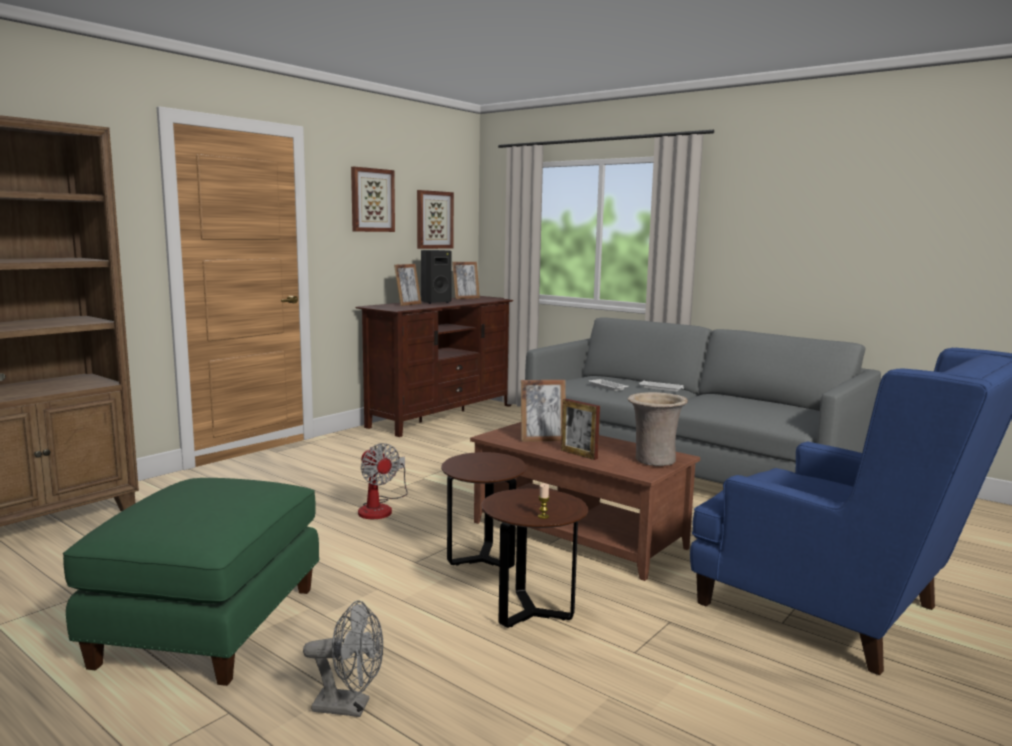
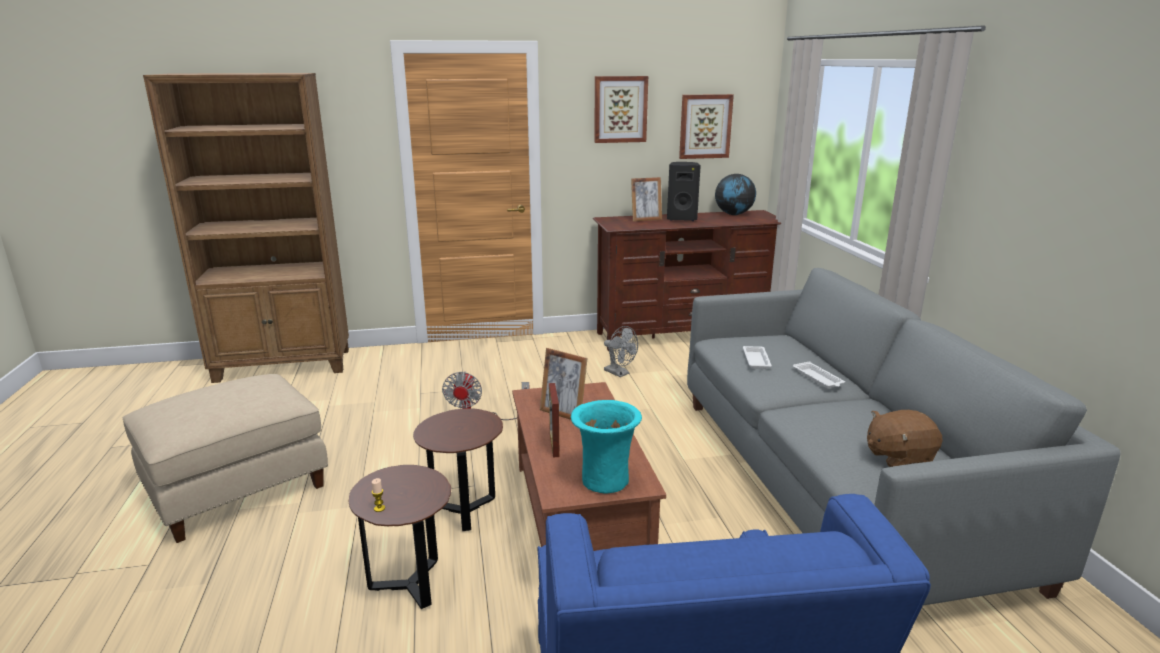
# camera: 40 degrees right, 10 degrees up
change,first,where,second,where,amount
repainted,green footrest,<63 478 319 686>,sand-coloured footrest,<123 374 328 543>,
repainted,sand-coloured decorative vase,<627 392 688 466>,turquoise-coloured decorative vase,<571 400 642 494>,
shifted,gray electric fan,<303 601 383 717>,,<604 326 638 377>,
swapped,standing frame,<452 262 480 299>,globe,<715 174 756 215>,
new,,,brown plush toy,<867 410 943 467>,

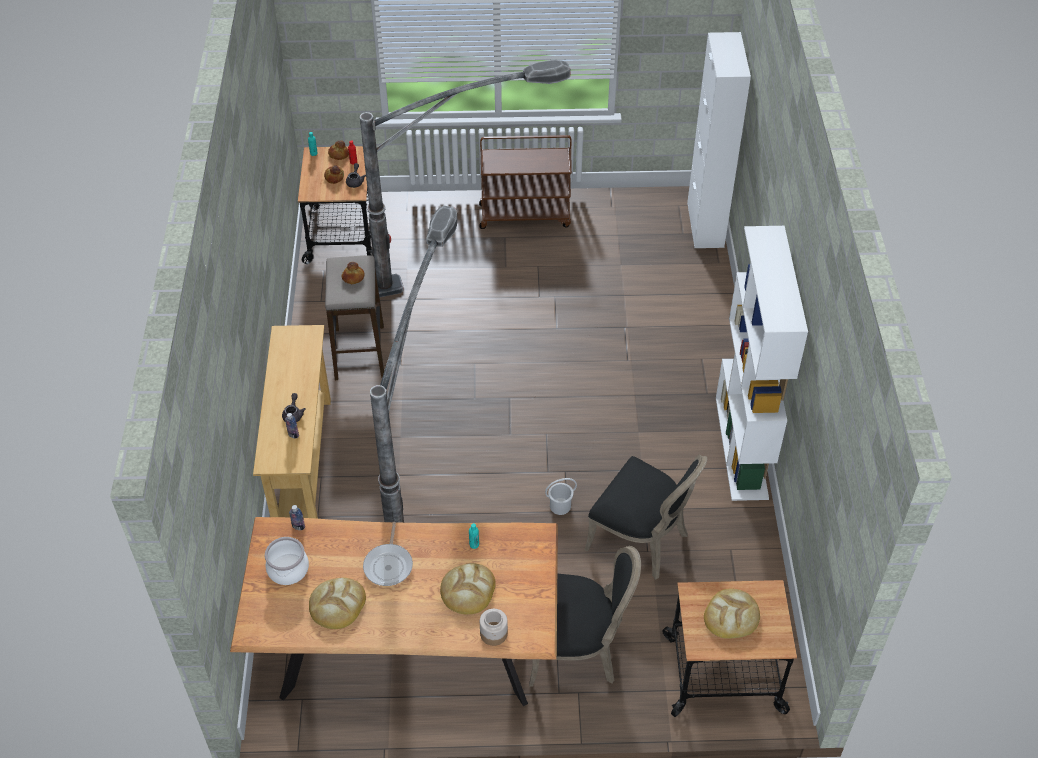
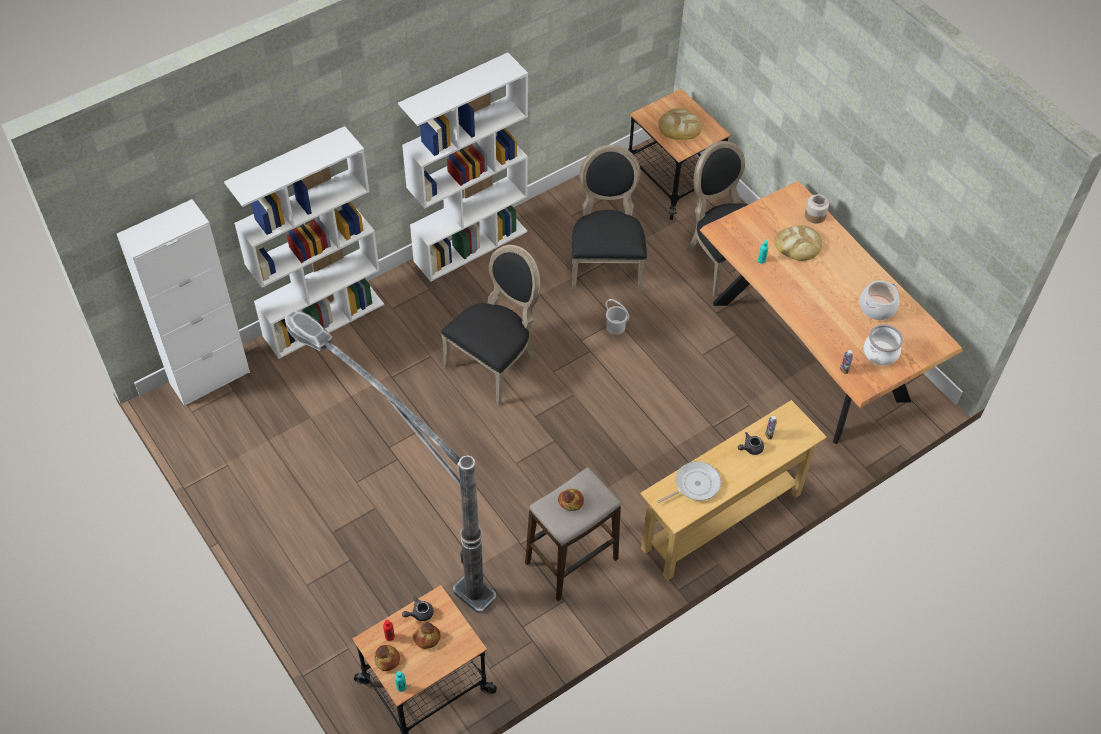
# camera: 125 degrees left, 5 degrees up
change,first,where,second,where,amount
new,,,whitish bookcase,<224 126 384 359>,
new,,,blackish upright chair,<441 245 541 406>,
shifted,pan,<363 522 413 586>,,<657 461 721 503>,
swapped,bakery bread,<309 578 366 629>,stockpot,<860 280 899 320>,
gone,standing lamp,<370 206 457 523>,,,
gone,brown wheeled cart,<479 135 572 229>,,,

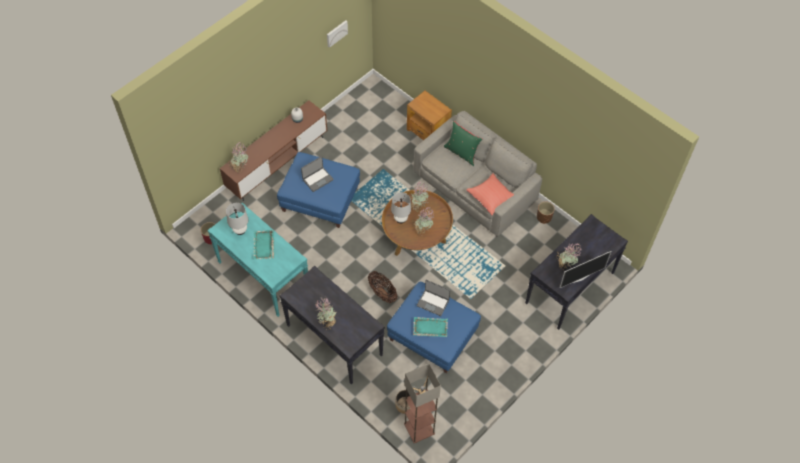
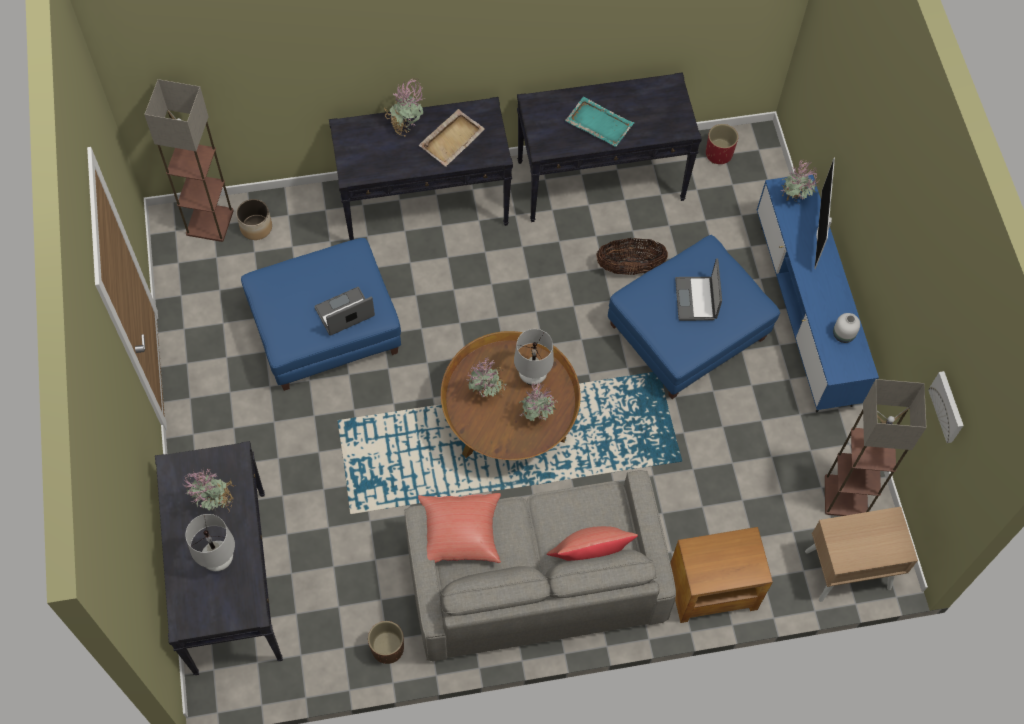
# camera: 125 degrees right, 5 degrees up
change,first,where,second,where,amount
shifted,whitish lamp for a table,<226 203 248 235>,,<185 514 235 571>,
new,,,sand-coloured carrying tray,<419 109 485 167>,
repainted,turquoise-coloured hall table,<207 202 308 317>,blackish hall table,<517 72 702 222>,
repainted,green cushion,<444 121 483 166>,reddish cushion,<547 526 638 561>,
shifted,storage basket,<368 271 398 303>,,<596 238 668 275>,
repainted,brown tv stand,<220 100 327 201>,blue-coloured tv stand,<757 175 879 412>,
new,,,sand-coloured nightstand,<805 507 918 602>,
shifted,television,<560 251 612 288>,,<815 157 835 269>,
new,,,standing lamp,<825 379 927 516>,
gone,turquoise-coloured carrying tray,<413 317 448 337>,,,

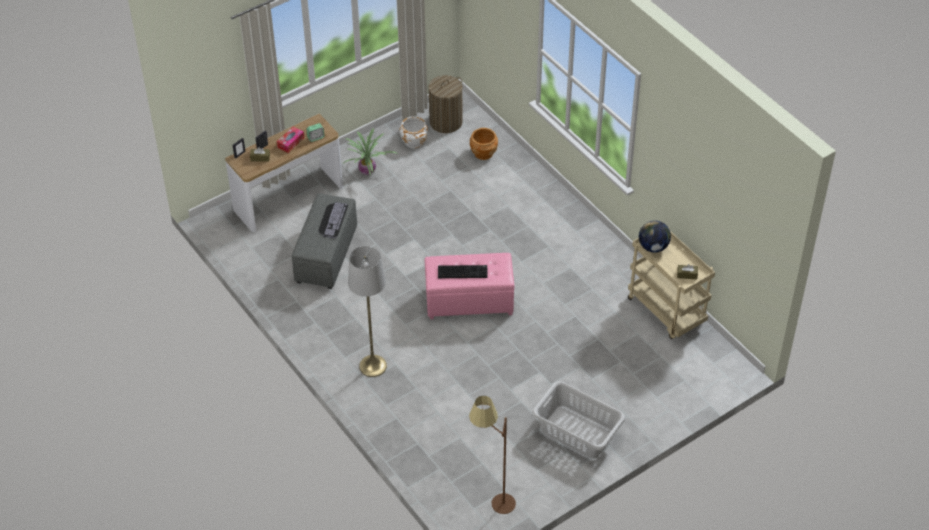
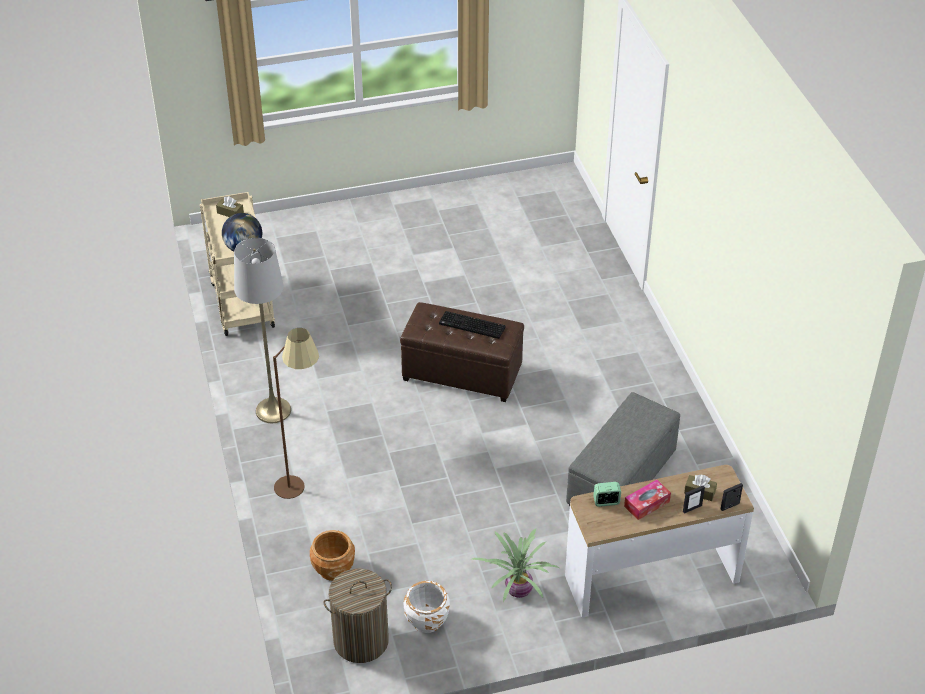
# camera: 160 degrees left, 5 degrees down
change,first,where,second,where,amount
shifted,gray standing lamp,<348 246 387 377>,,<234 238 291 423>,
shifted,brown standing lamp,<469 396 516 514>,,<273 328 319 499>,
repainted,pink-coloured footrest,<425 253 514 319>,brown footrest,<400 302 524 402>,
gone,PC keyboard,<318 202 348 238>,,,
gone,gray washing basket,<532 381 625 459>,,,

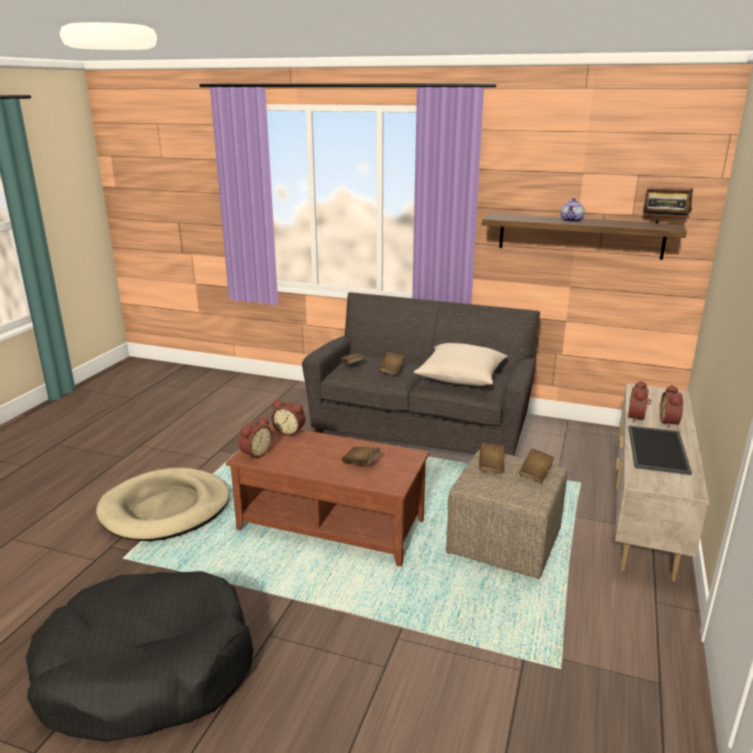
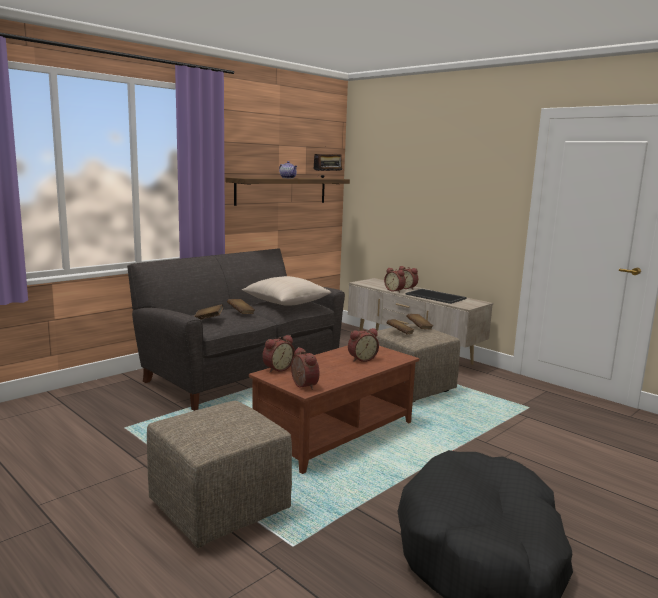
# camera: 65 degrees left, 10 degrees down
change,first,where,second,where,amount
swapped,sand-coloured pet bed,<96 468 230 541>,sand-coloured footrest,<147 401 292 548>,
swapped,brown volume,<342 447 381 465>,alarm clock,<348 328 379 362>,

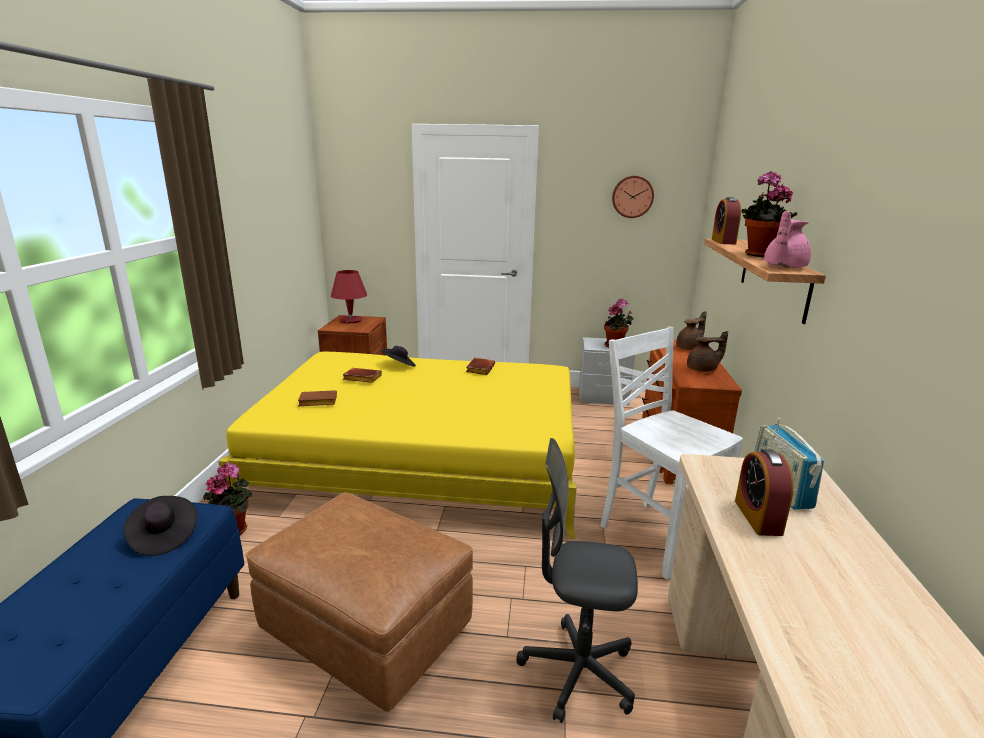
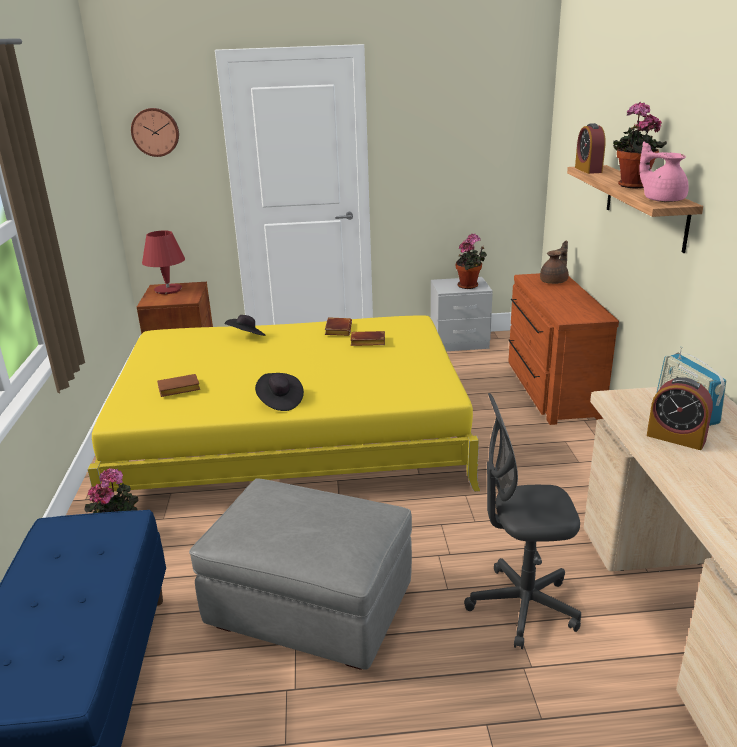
# camera: 10 degrees left, 5 degrees up
change,first,where,second,where,amount
shifted,wall clock,<612 176 654 218>,,<131 108 179 157>,
repainted,brown footrest,<246 492 473 712>,gray footrest,<189 478 412 670>,
shifted,blackish wearable hat,<123 496 197 556>,,<255 373 304 411>,
shifted,brown volume,<342 368 382 383>,,<350 331 385 346>,
rotated,pink-coloured tea pot,<764 211 811 268>,,<639 142 689 202>,105 degrees clockwise
rotated,alarm clock,<735 449 793 536>,,<647 377 713 450>,45 degrees counterclockwise
gone,whitish upright chair,<600 327 743 580>,,,
gone,brown tea pot,<687 331 728 372>,,,

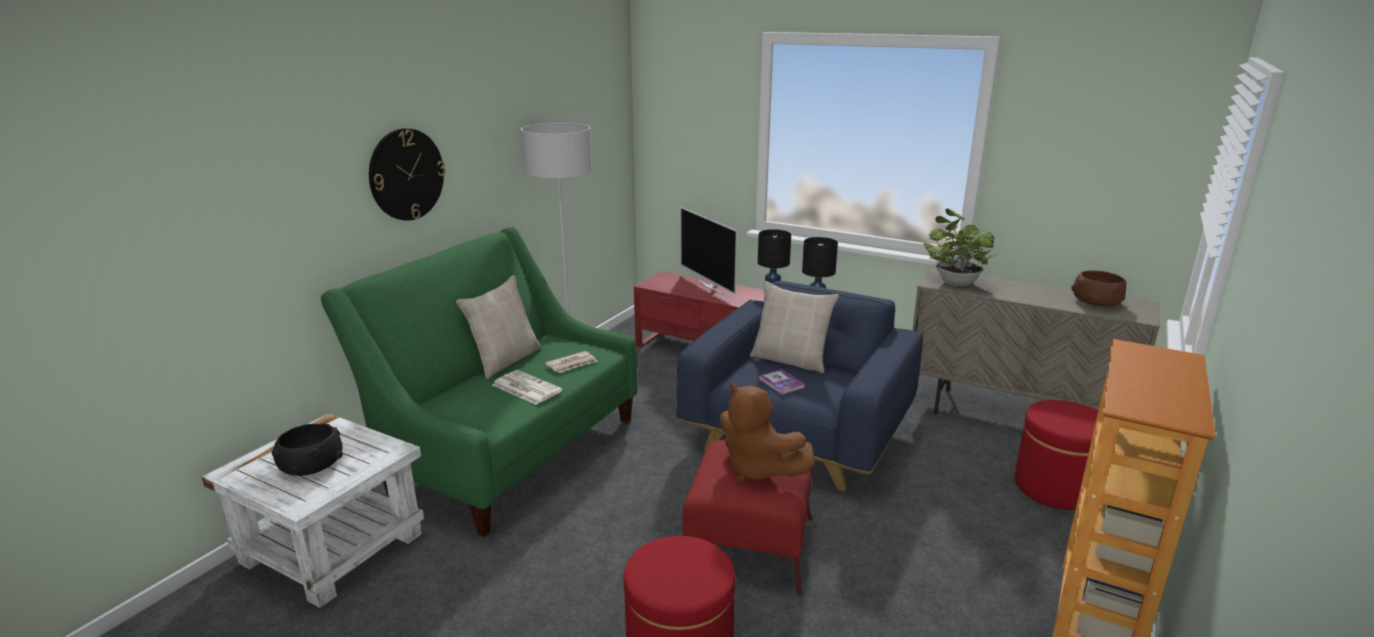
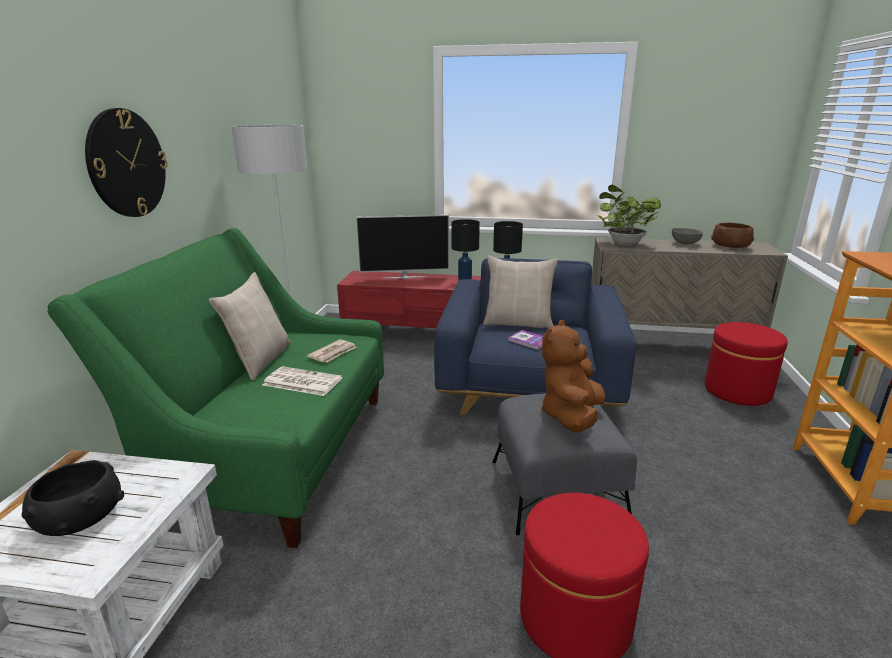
# camera: 20 degrees left, 0 degrees up
change,first,where,second,where,amount
rotated,television,<681 207 738 294>,,<356 215 449 279>,45 degrees counterclockwise
repainted,reddish footrest,<682 440 812 595>,gray footrest,<492 393 637 535>,
rotated,brown plush toy,<719 383 815 483>,,<541 320 606 432>,90 degrees clockwise
new,,,gray deep dish,<672 228 703 244>,

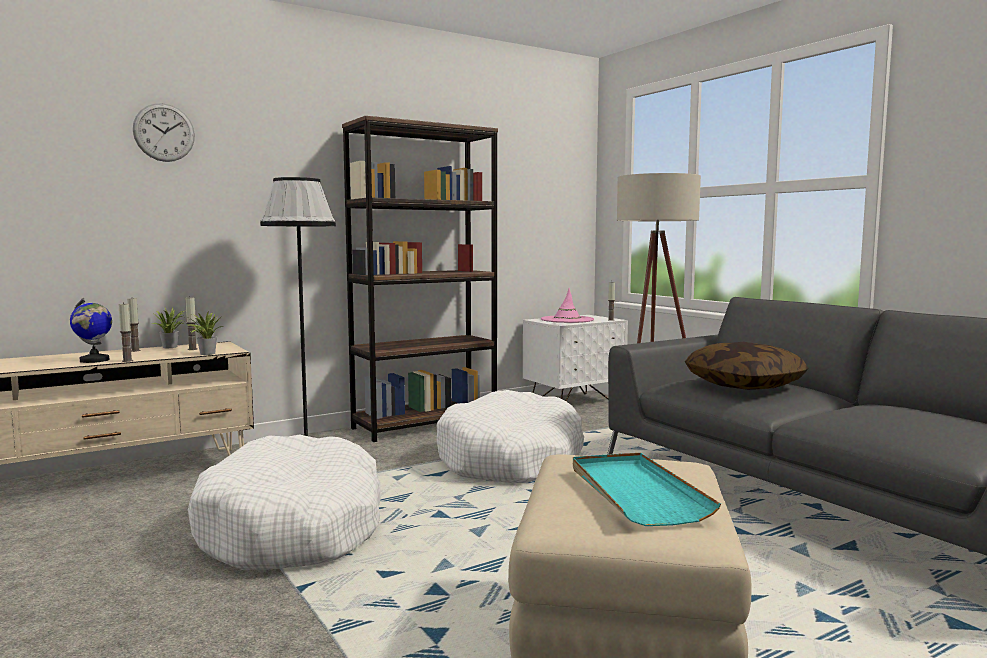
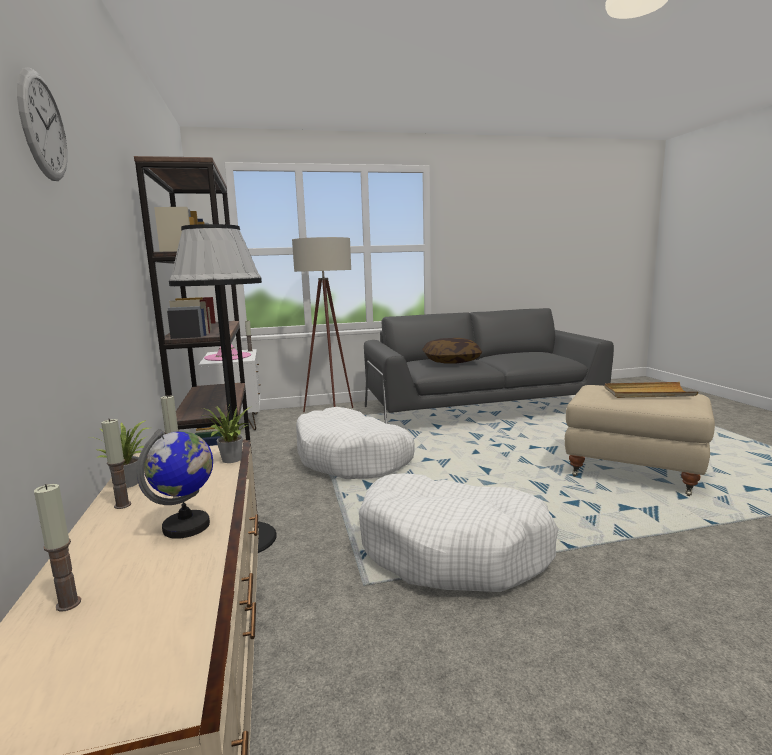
# camera: 70 degrees left, 5 degrees up
change,first,where,second,where,amount
shifted,wax candle,<118 302 133 362>,,<34 484 81 612>,
repainted,turquoise-coloured carrying tray,<573 453 721 526>,sand-coloured carrying tray,<605 382 698 398>,

